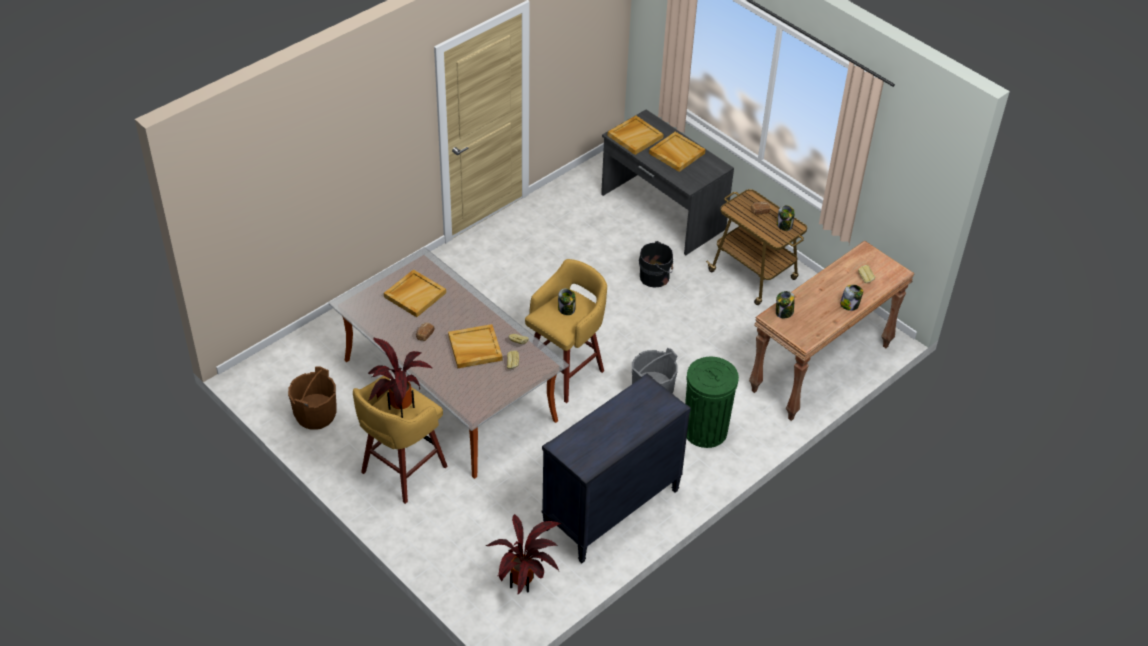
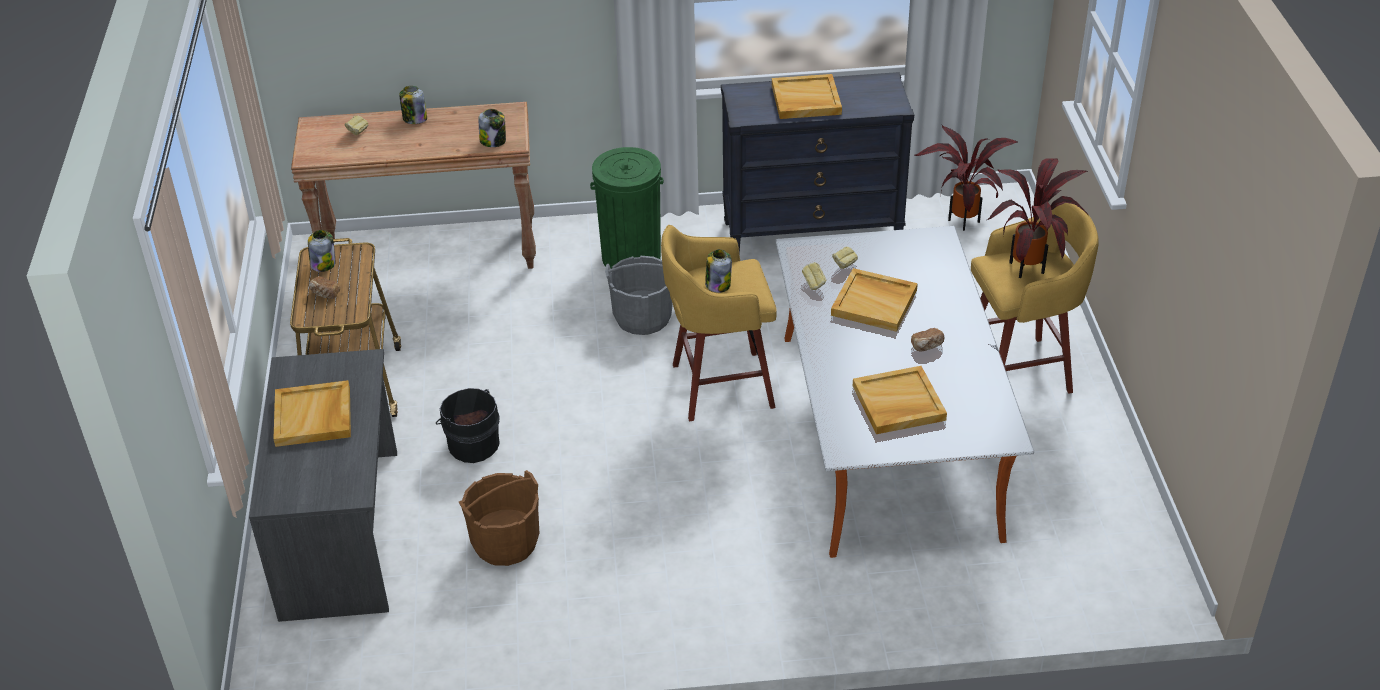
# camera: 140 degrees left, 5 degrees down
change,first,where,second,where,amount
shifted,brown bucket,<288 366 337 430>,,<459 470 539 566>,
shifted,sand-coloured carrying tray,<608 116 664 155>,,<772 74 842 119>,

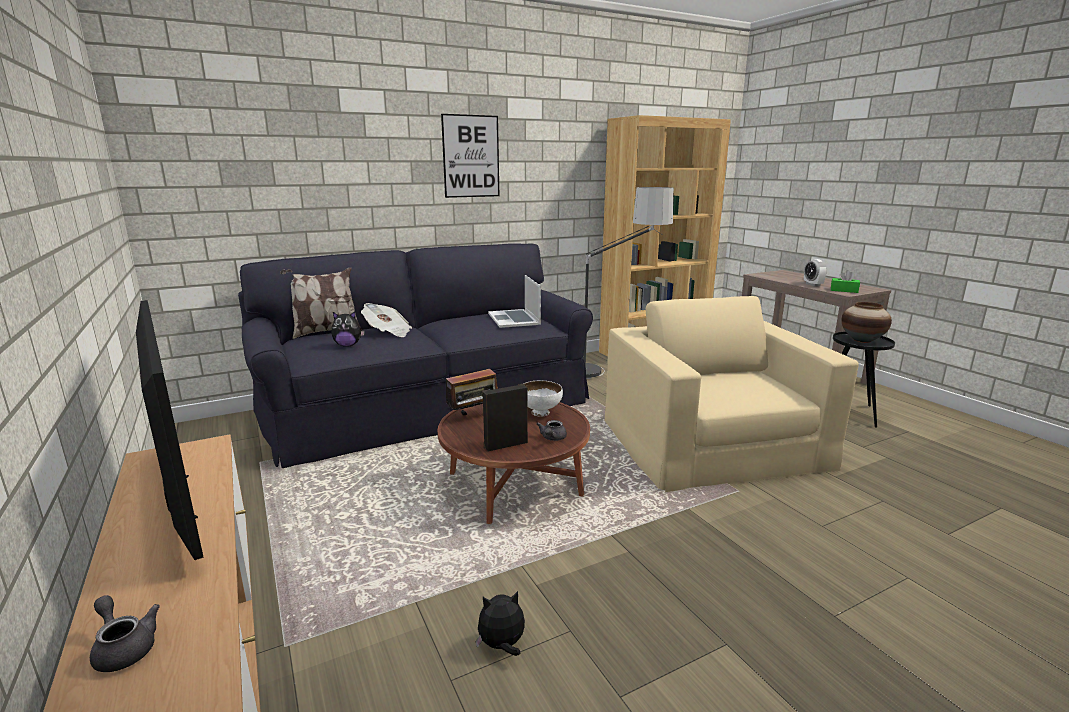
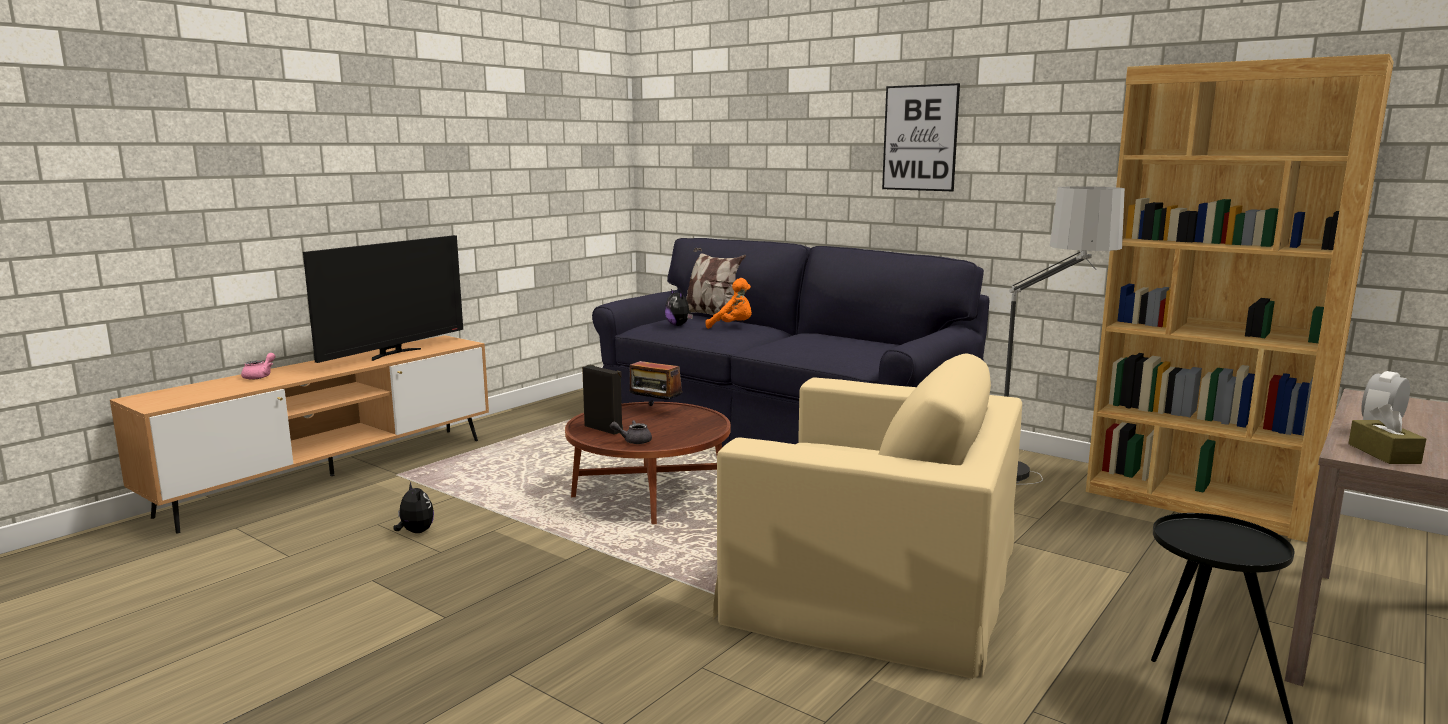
# camera: 65 degrees right, 5 degrees down
change,first,where,second,where,amount
repainted,gray tea pot,<90 595 160 672>,pink-coloured tea pot,<241 353 275 380>,
swapped,newspaper,<361 303 412 337>,orange-coloured plush toy,<706 278 752 329>,
rotated,sand-coloured armchair,<605 296 859 492>,,<713 353 1022 679>,60 degrees clockwise
repainted,green box of tissues,<831 270 860 293>,brown box of tissues,<1348 404 1426 464>,
gone,portable computer,<488 275 541 328>,,,
gone,whitish deep dish,<524 380 563 416>,,,
gone,decorative vase,<841 302 892 343>,,,

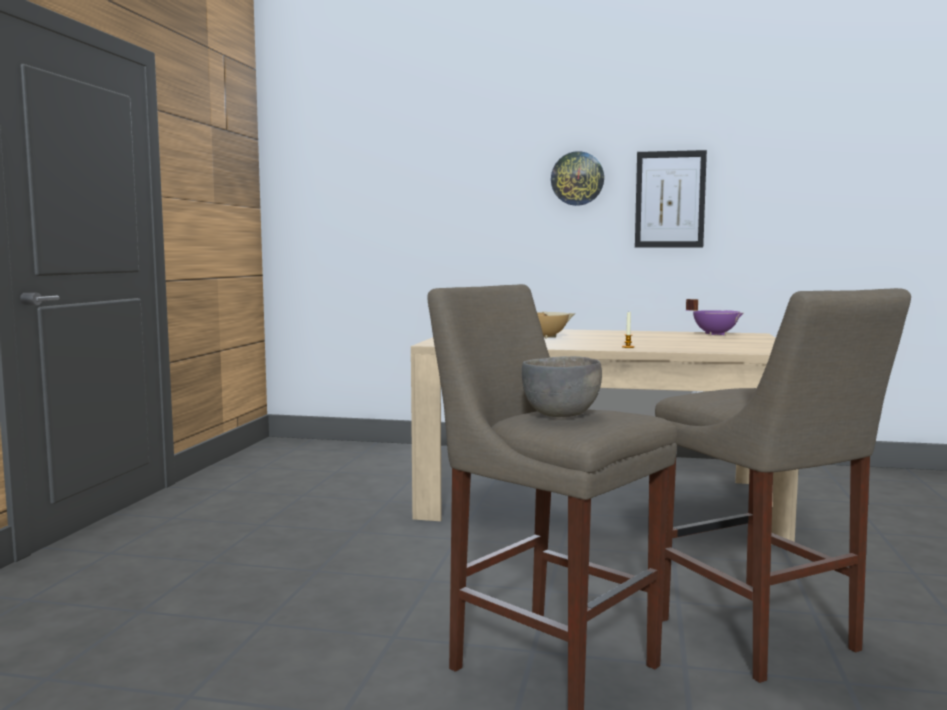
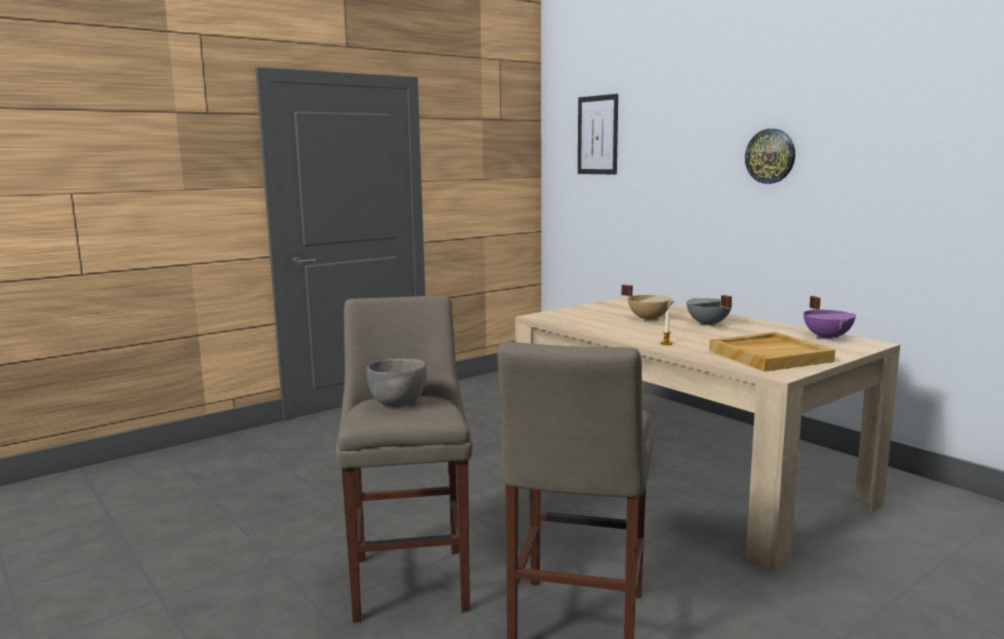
# camera: 40 degrees right, 5 degrees up
change,first,where,second,where,amount
shifted,picture,<635 150 707 248>,,<578 94 618 175>,
new,,,gray stockpot,<686 295 732 327>,
new,,,sand-coloured carrying tray,<709 332 835 372>,

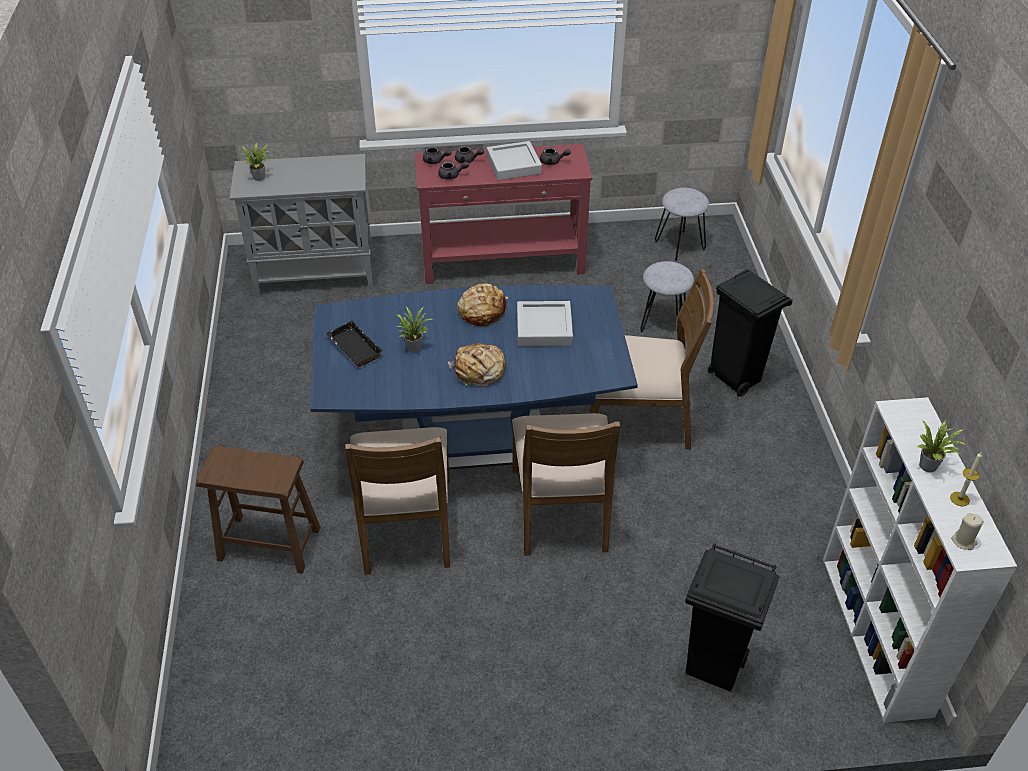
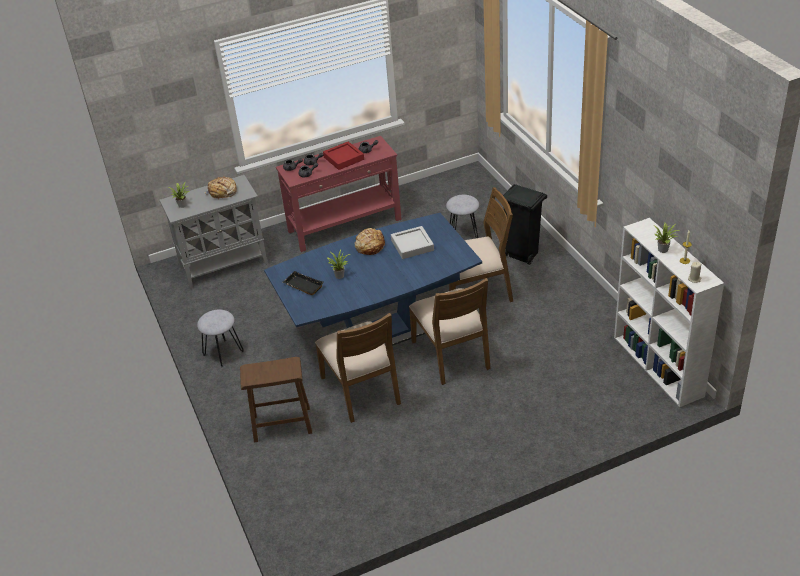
# camera: 15 degrees left, 5 degrees down
change,first,where,second,where,amount
shifted,gray stool seat,<655 188 709 261>,,<197 310 244 368>,
shifted,bakery bread,<448 343 505 386>,,<204 176 237 199>,
repainted,gray carrying tray,<487 141 542 180>,reddish carrying tray,<323 142 364 170>,
gone,blackish rubbish bin,<685 543 779 691>,,,

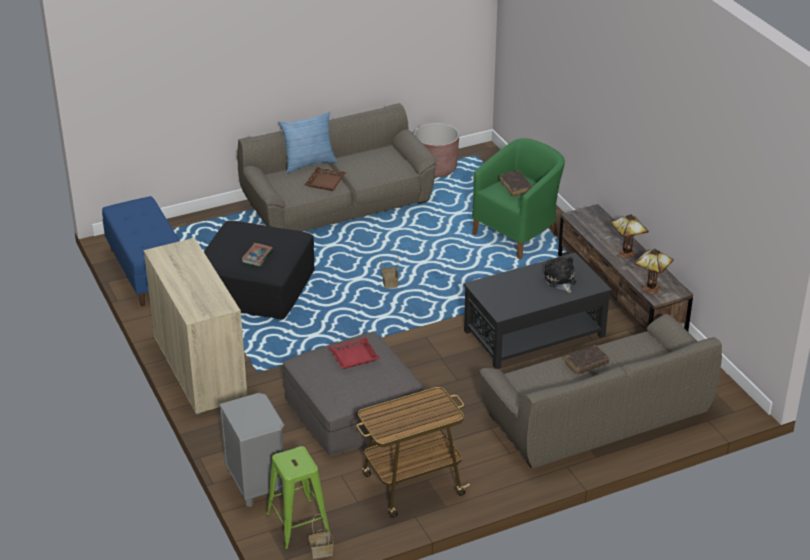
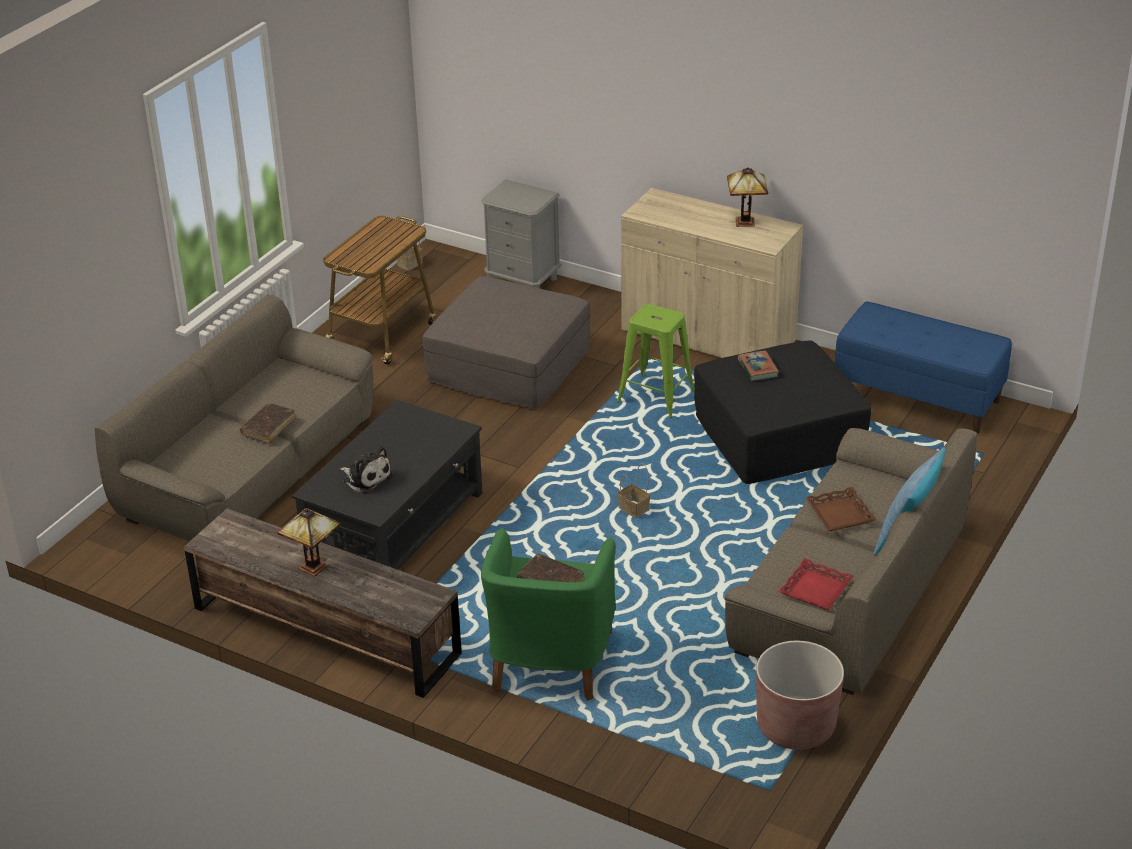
# camera: 145 degrees right, 0 degrees up
change,first,where,second,where,amount
shifted,green stool seat,<266 446 330 550>,,<617 304 695 418>,
shifted,lamp for a table,<634 249 674 295>,,<727 167 768 227>,
shifted,reddish carrying tray,<329 337 379 369>,,<778 558 854 610>,

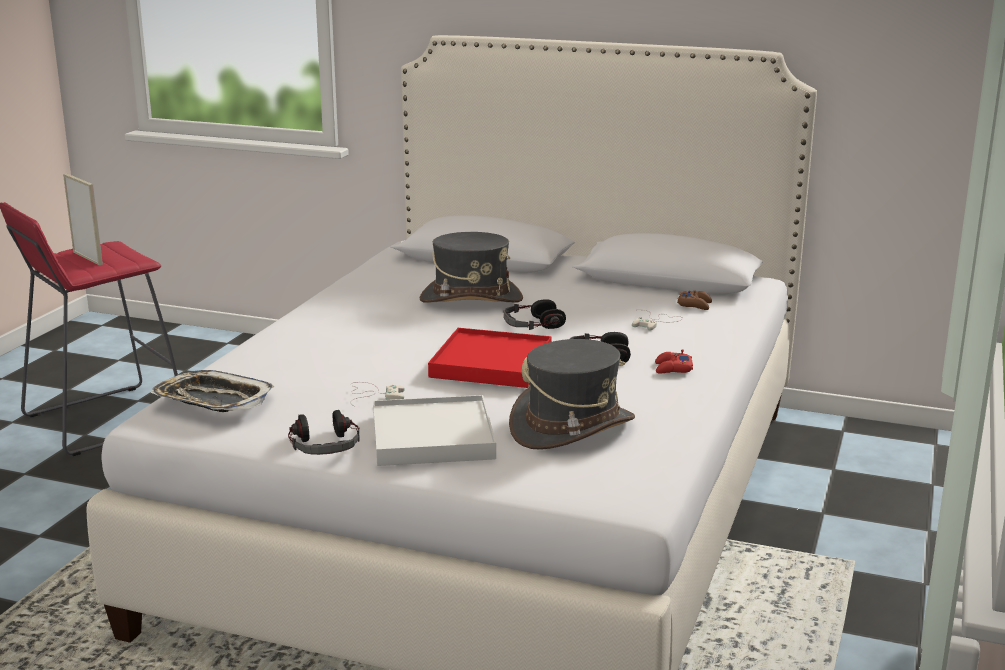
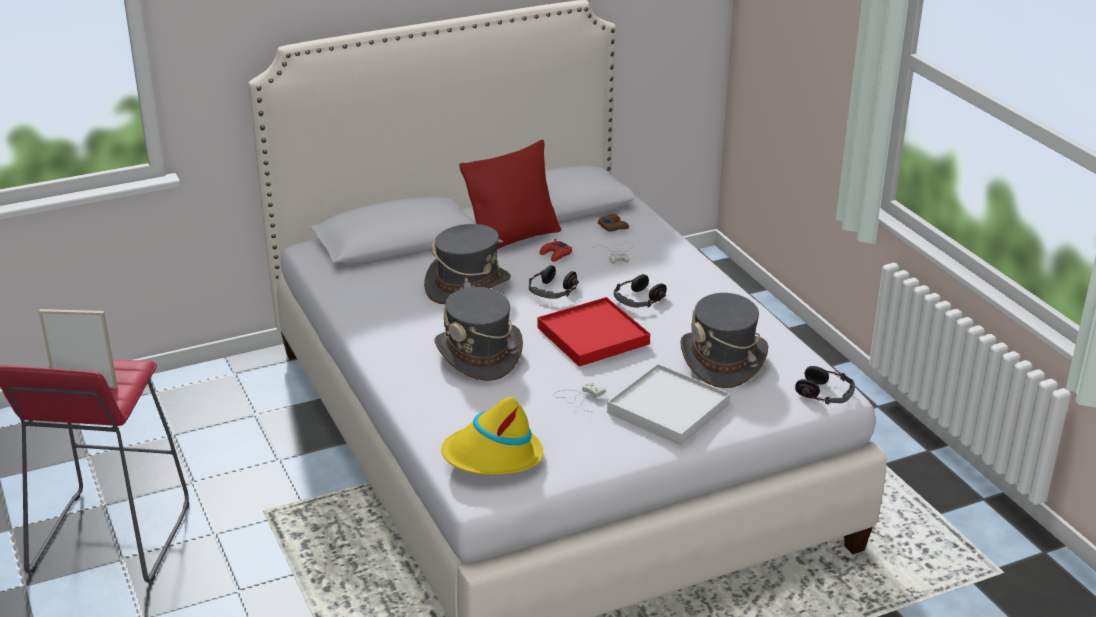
# camera: 45 degrees left, 10 degrees up
change,first,where,second,where,amount
new,,,gray wearable hat,<435 287 523 381>,
swapped,carrying tray,<151 370 274 412>,yellowish wearable hat,<441 397 543 475>,
new,,,reddish cushion,<459 140 561 249>,
shifted,reddish joypad,<655 349 693 373>,,<539 239 572 262>,
shifted,pair of headphones,<288 410 360 455>,,<795 366 855 405>,

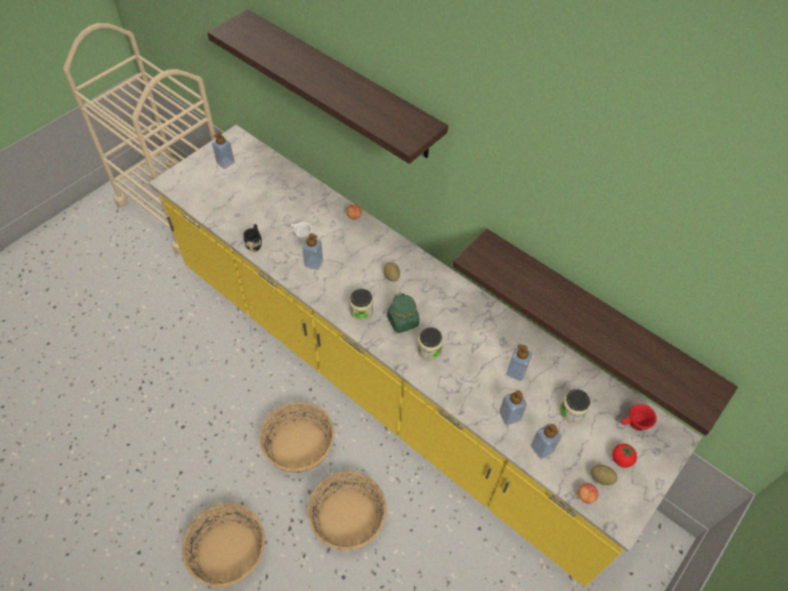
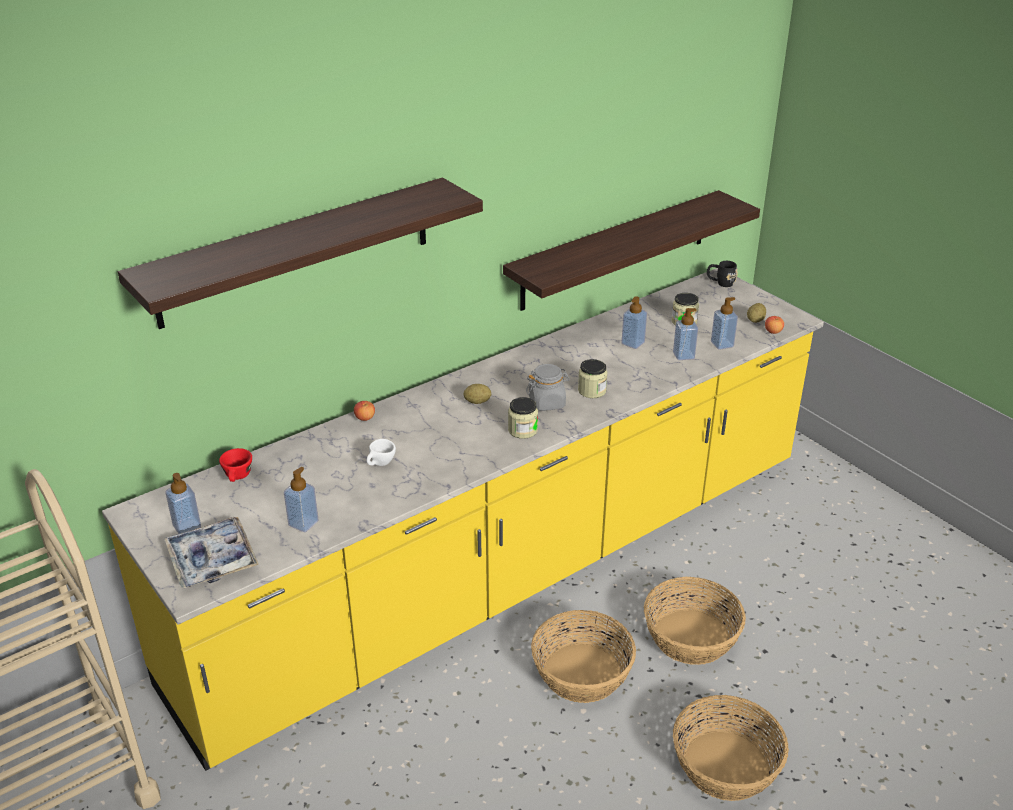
# camera: 75 degrees left, 20 degrees down
change,first,where,second,where,amount
new,,,carrying tray,<164 517 259 588>,
shifted,reddish small cup,<621 404 657 431>,,<219 448 252 482>,
shifted,liquid soap bottle,<302 233 323 270>,,<284 467 319 532>,
repainted,green preserve jar,<387 293 419 333>,gray preserve jar,<526 364 570 411>,
shifted,blackish tea mug,<243 224 262 252>,,<707 261 738 287>,
gone,fresh tomato,<612 444 637 468>,,,

